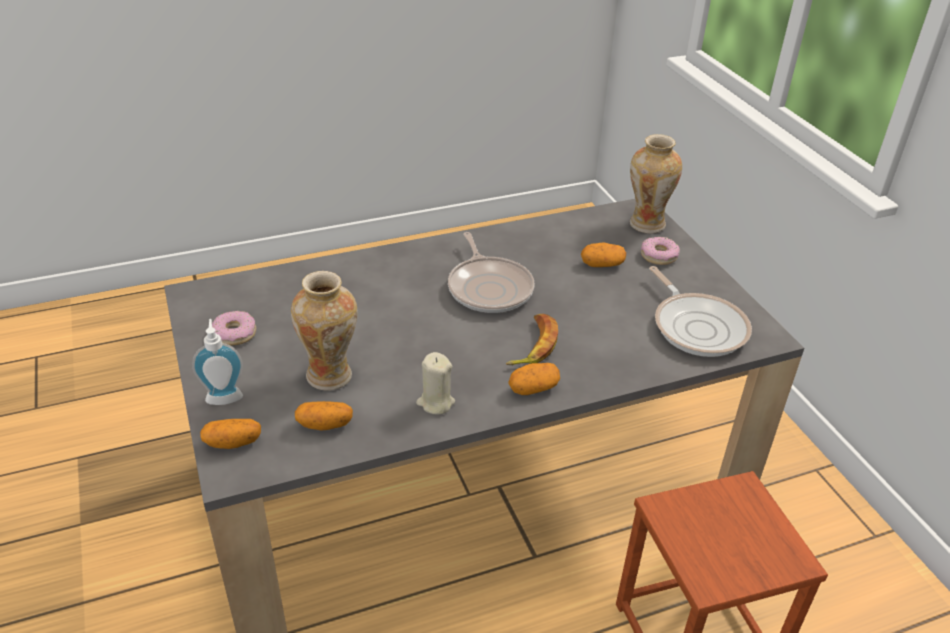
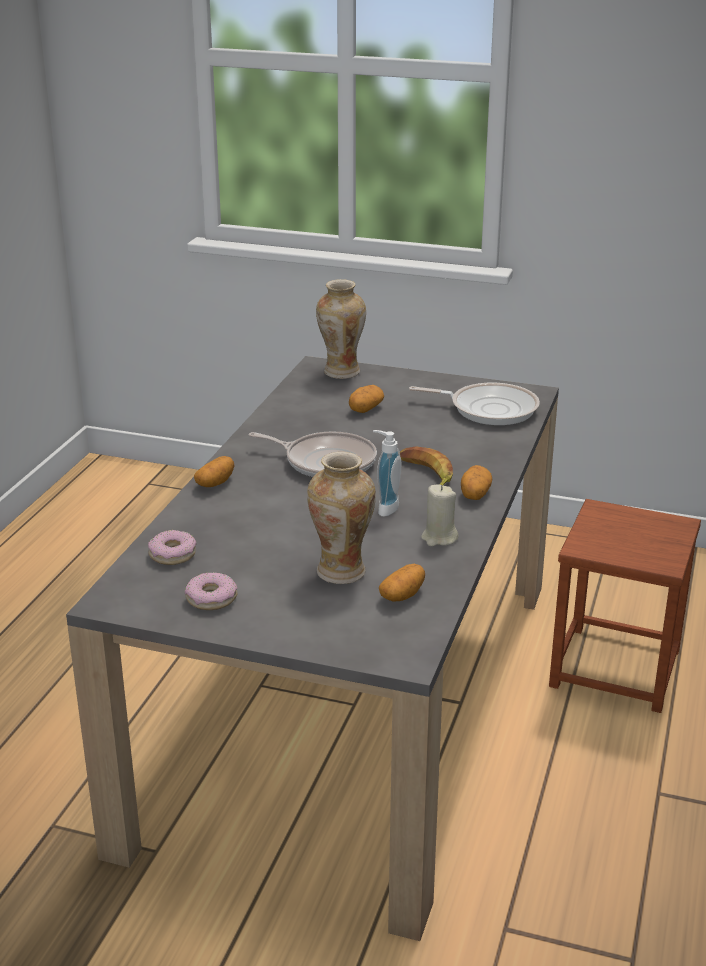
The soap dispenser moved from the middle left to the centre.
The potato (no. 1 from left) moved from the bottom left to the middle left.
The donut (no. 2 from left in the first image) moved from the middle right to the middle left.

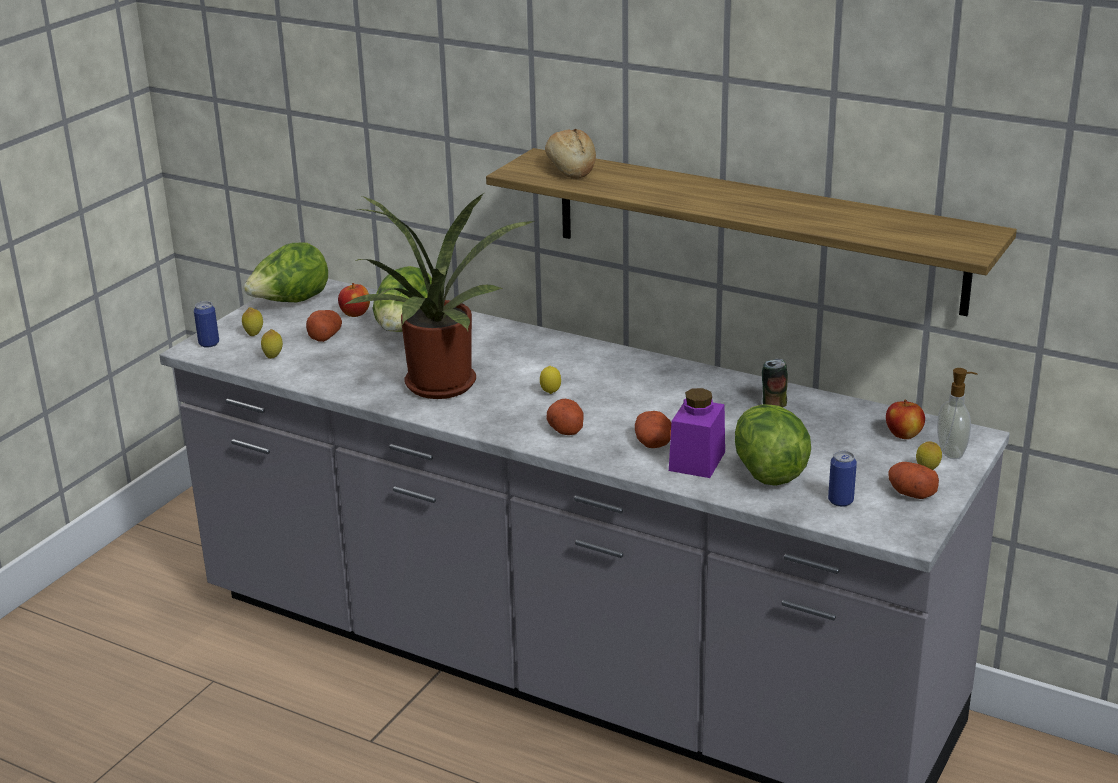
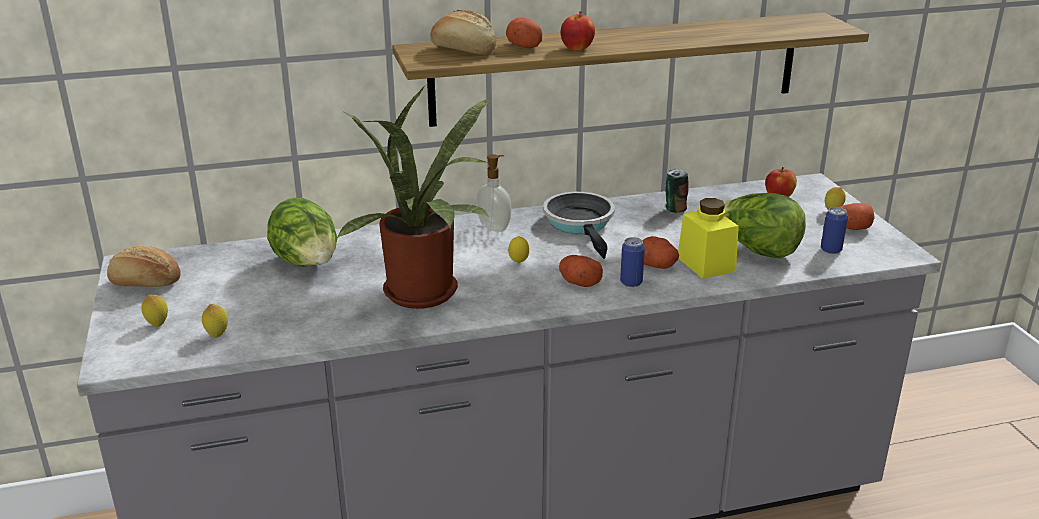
The frying pan at the centre appeared.
The sealed can (no. 1 from left) moved from the middle left to the centre.
The potato (no. 1 from left) moved from the middle left to the top centre.
The apple (no. 1 from left) moved from the middle left to the top centre.
The soap dispenser moved from the middle right to the centre.
The lettuce (no. 1 from left) at the middle left was replaced by the bakery bread (no. 1 from left) at the middle left.
The purplish jar at the centre became the yellow-coloured jar at the middle right.

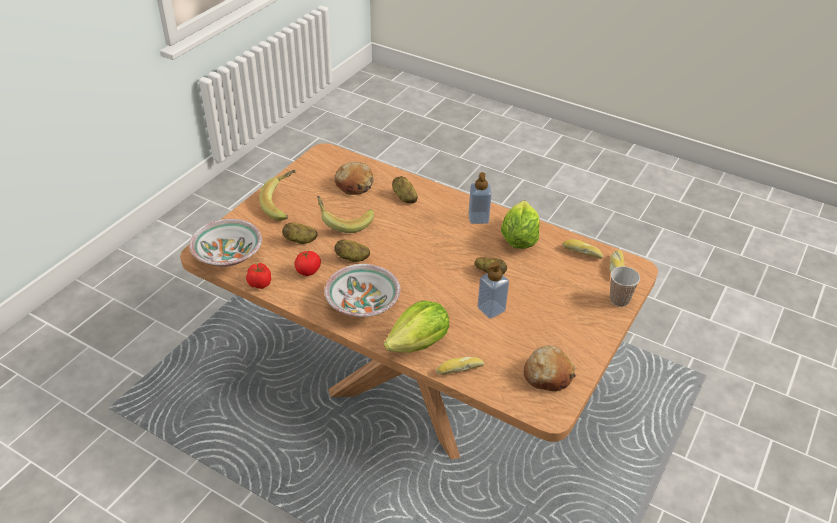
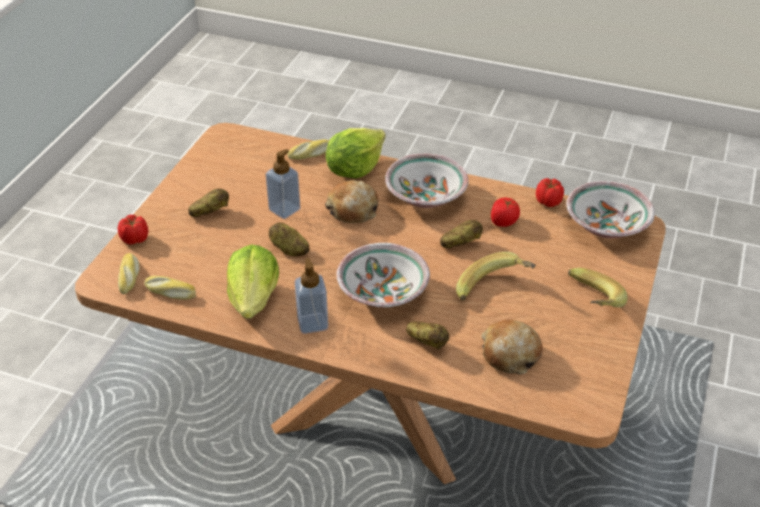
The deep dish (no. 1 from left) at the centre appeared.
The potato (no. 1 from left) moved from the centre to the middle left.
The bakery bread (no. 3 from left in the first image) moved from the bottom centre to the centre.
The small cup at the middle right was replaced by the fresh tomato (no. 1 from left) at the middle left.

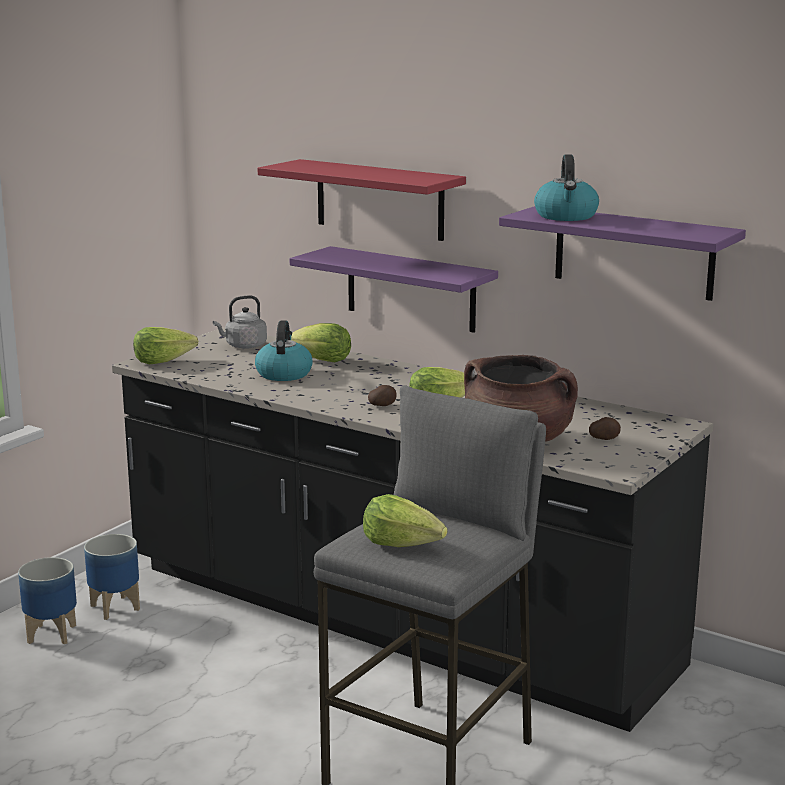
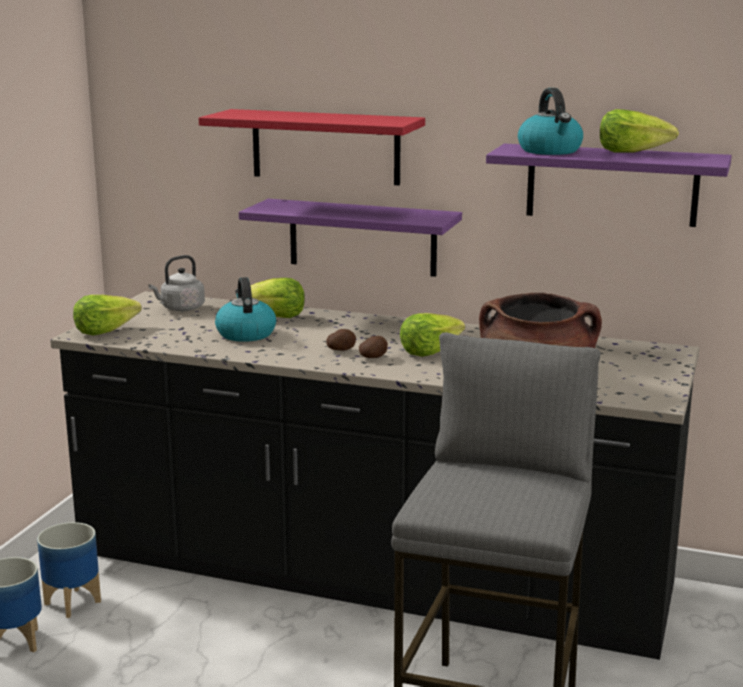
The lettuce (no. 3 from left in the first image) moved from the centre to the top right.
The potato (no. 2 from left in the first image) moved from the middle right to the centre.

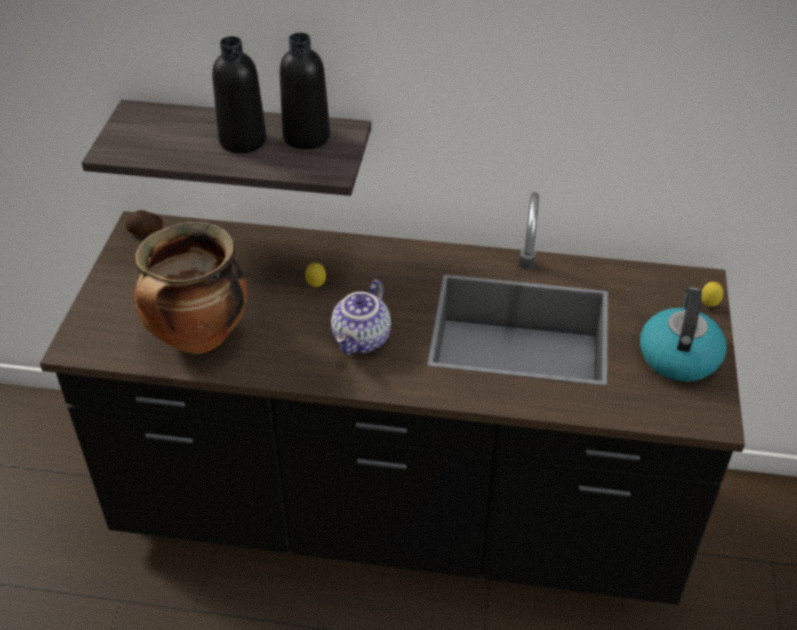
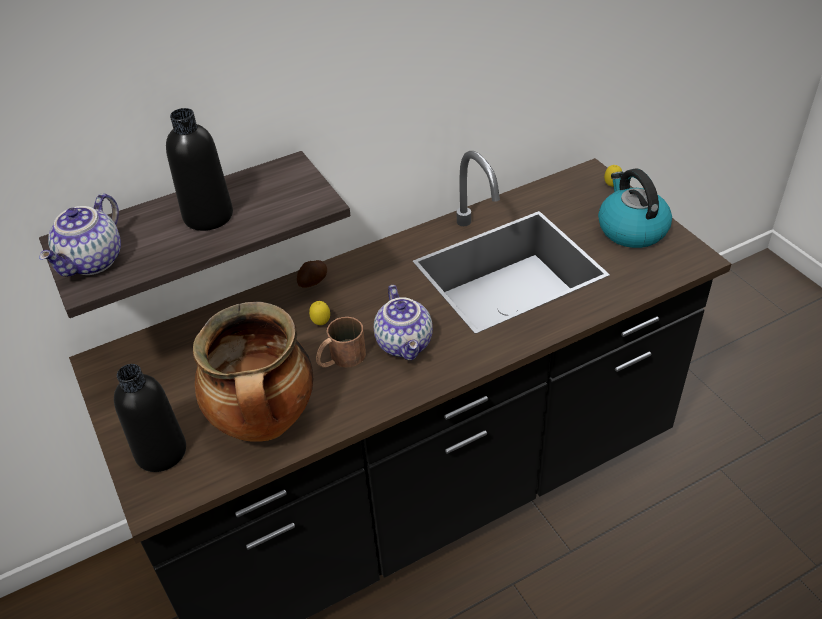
The teapot (no. 1 from left) at the middle left appeared.
The brownish tea mug at the centre appeared.
The potato moved from the middle left to the centre.
The blackish bottle (no. 2 from left in the first image) moved from the top centre to the bottom left.

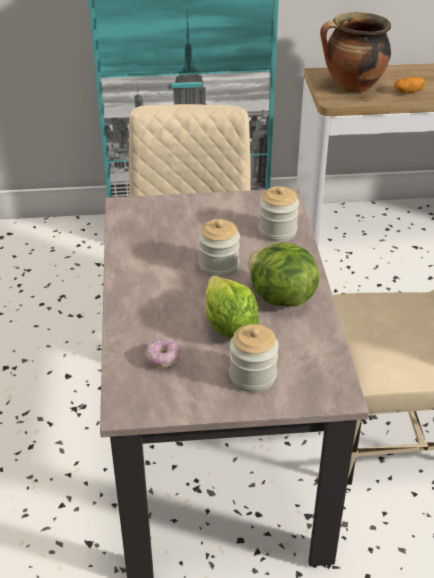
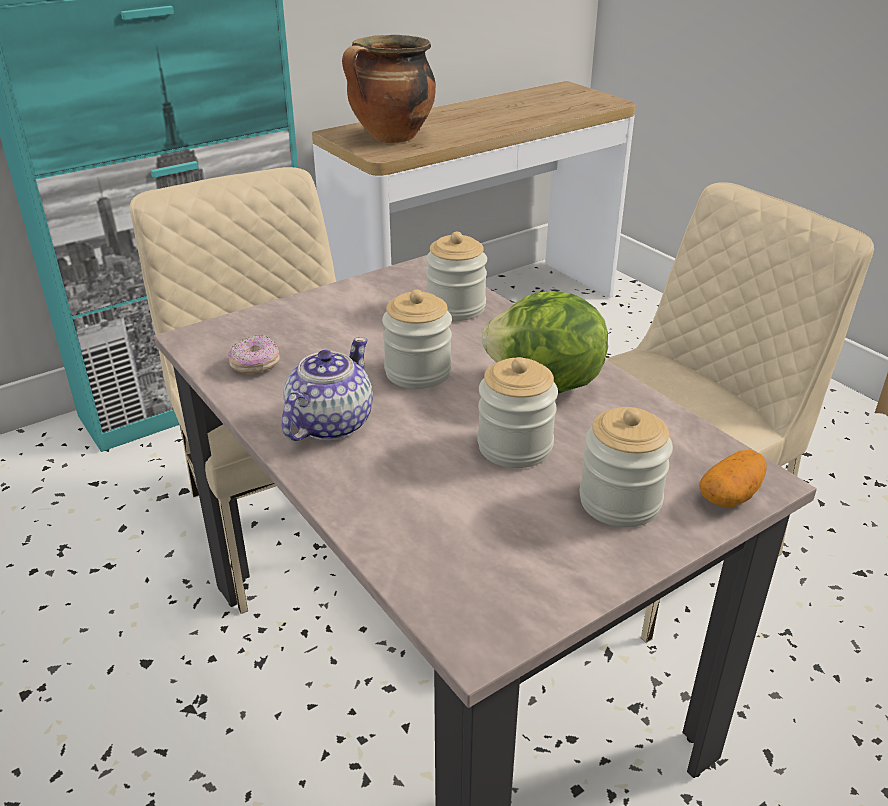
The teapot at the centre appeared.
The donut moved from the centre to the middle left.
The potato moved from the top right to the middle right.
The lettuce (no. 1 from left) at the centre was replaced by the jar (no. 3 from left) at the centre.

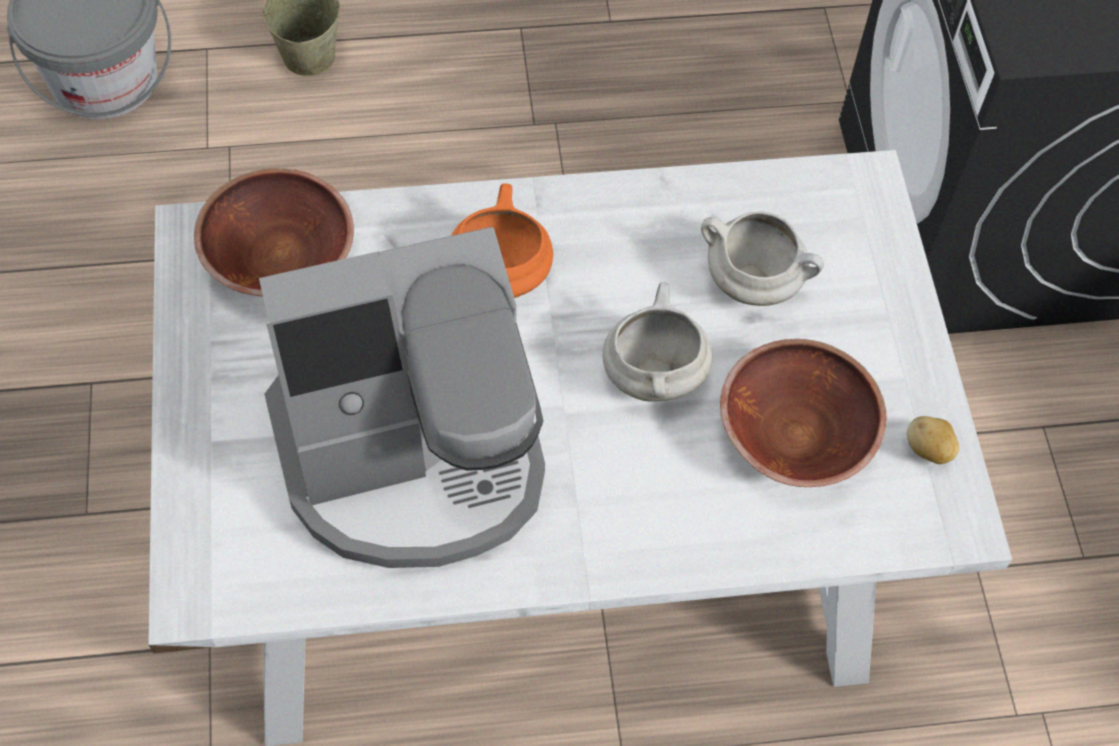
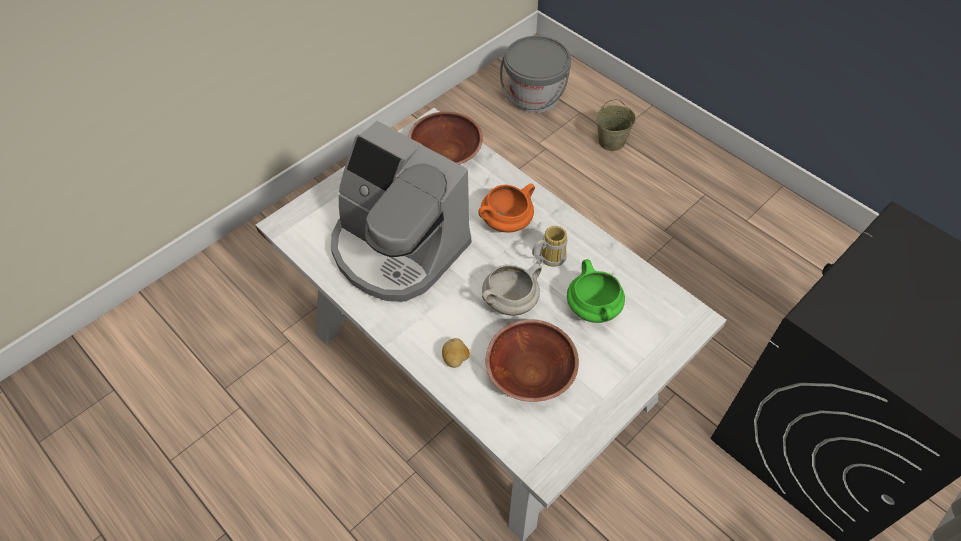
The tea mug at the centre appeared.
The potato moved from the middle right to the centre.
The white-coloured saucepot (no. 2 from left) at the middle right became the green saucepot at the centre.

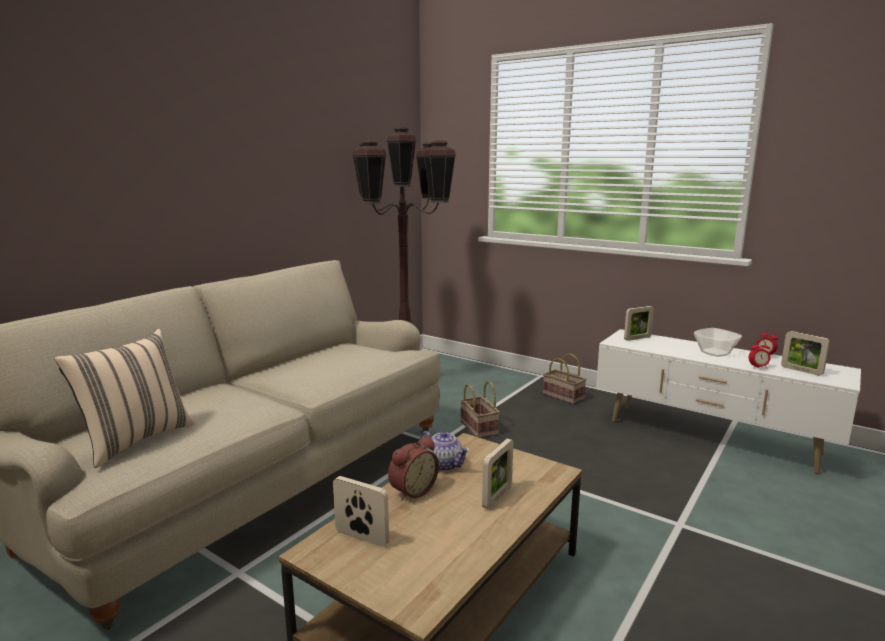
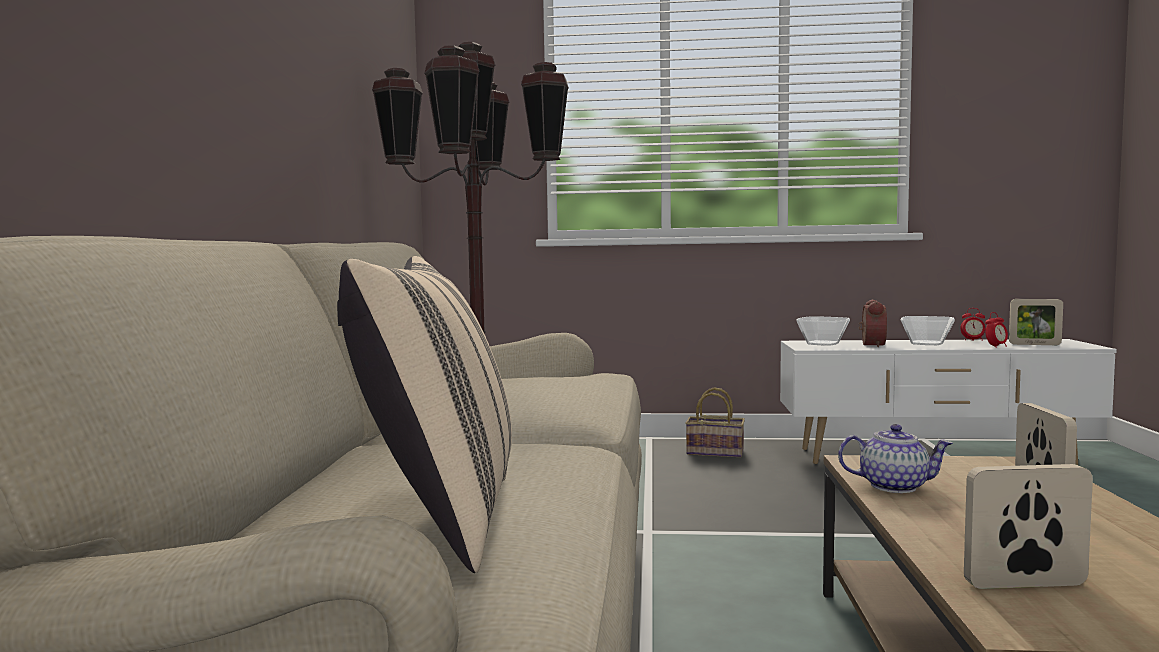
The household basket (no. 1 from left) at the centre disappeared.
The alarm clock (no. 1 from left) moved from the bottom centre to the middle right.
The standing frame (no. 3 from left) at the middle right was replaced by the deep dish (no. 1 from left) at the middle right.

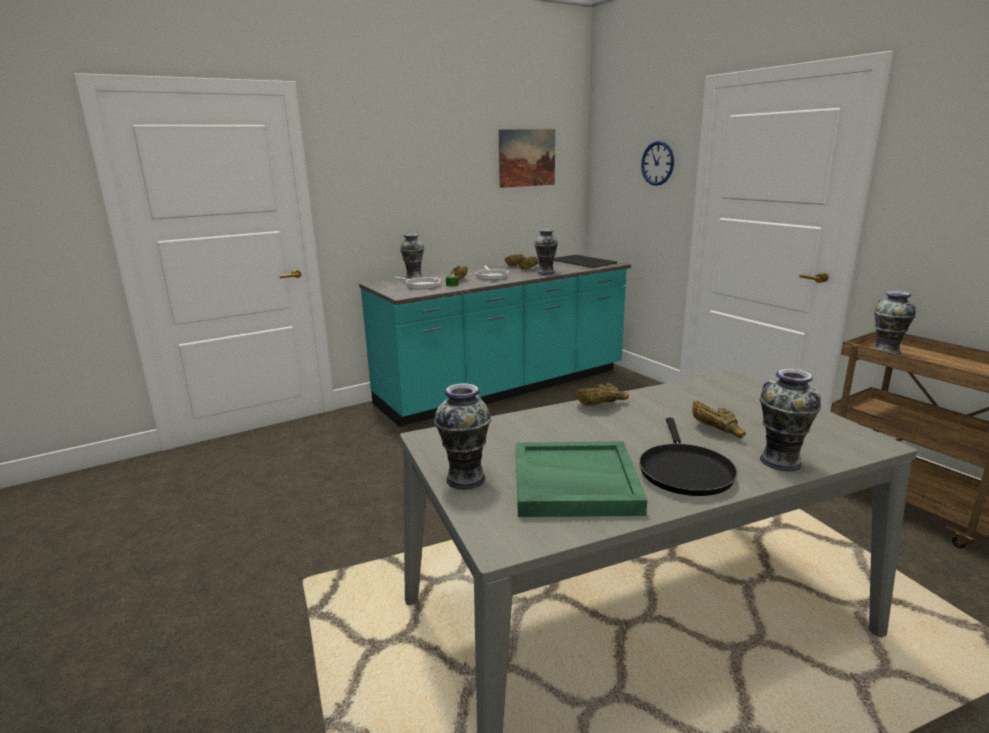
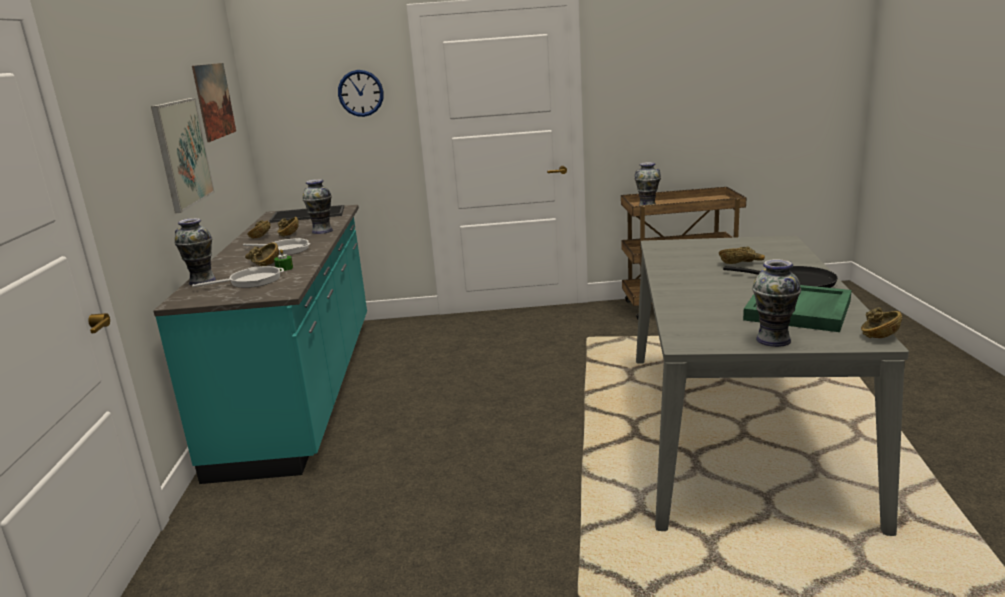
The decorative vase (no. 4 from left) at the middle right disappeared.
The wall picture (no. 1 from left) at the top left appeared.
The brownish deep dish (no. 4 from left in the first image) moved from the centre to the middle right.

